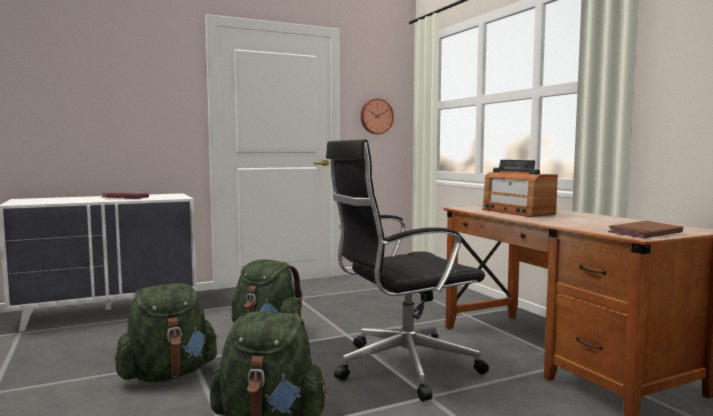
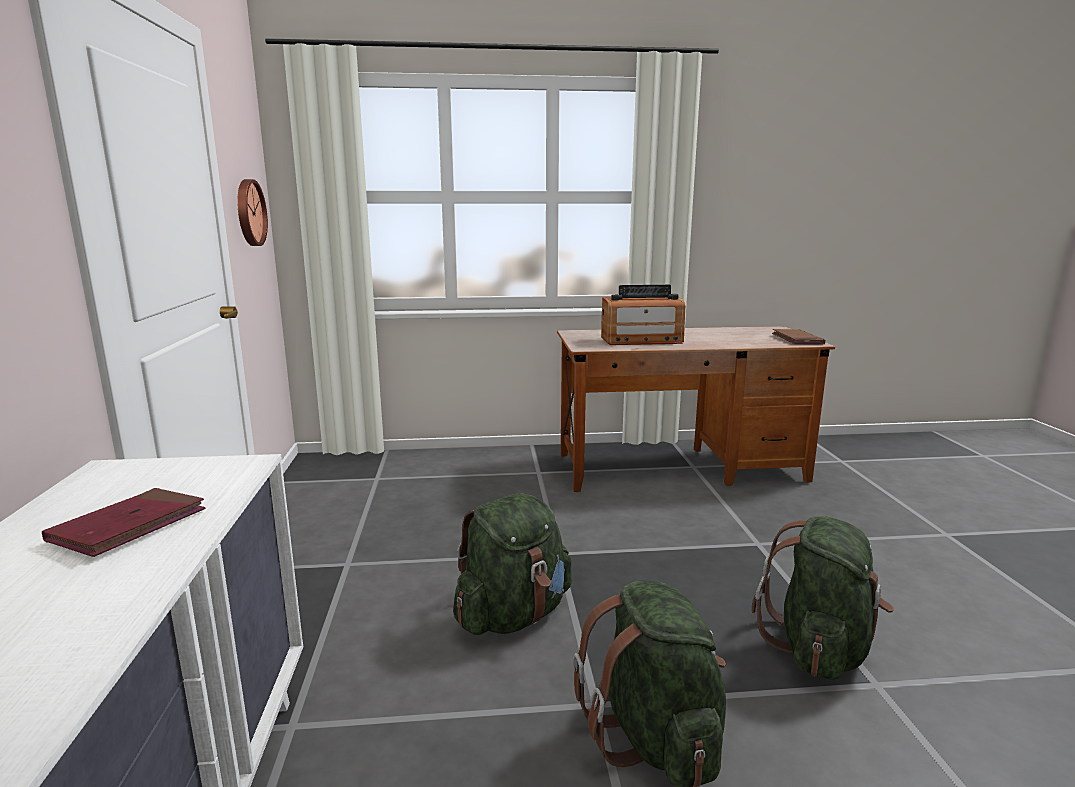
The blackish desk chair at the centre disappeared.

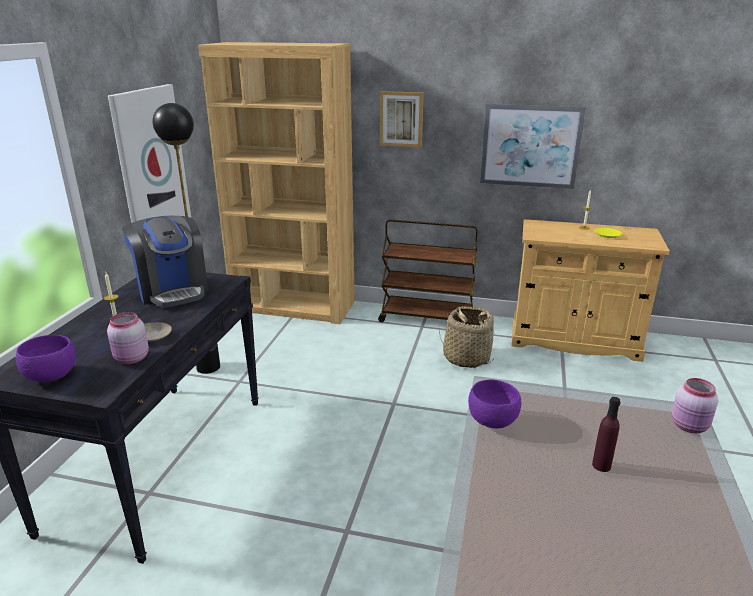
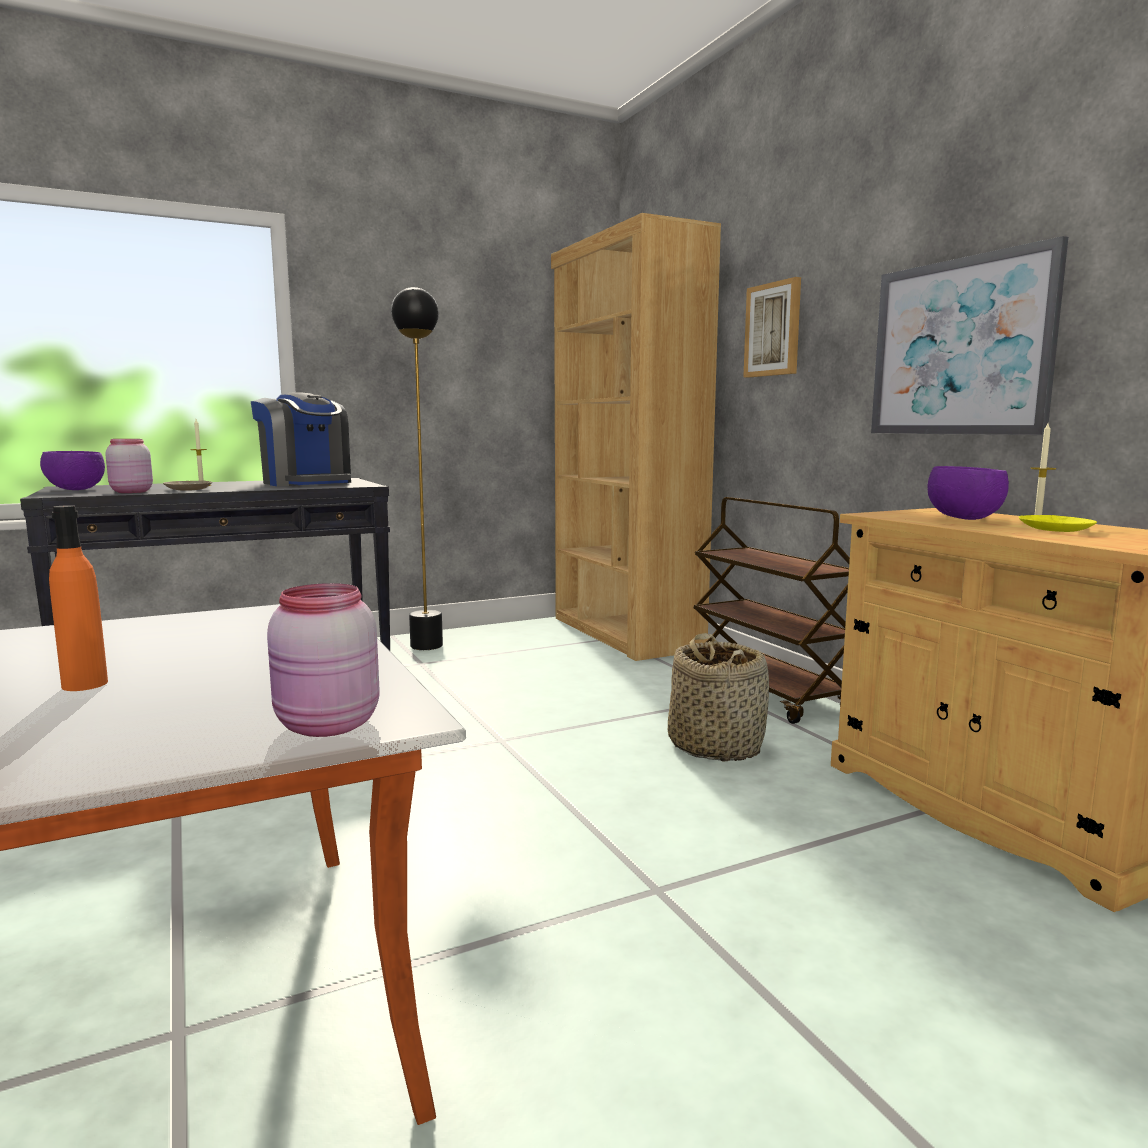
The wall picture (no. 1 from left) at the top left disappeared.
The purplish deep dish (no. 2 from left) moved from the bottom centre to the middle right.
The purplish bottle at the bottom right became the orangey bottle at the middle left.
The coffee machine at the middle left turned 60 degrees counterclockwise.

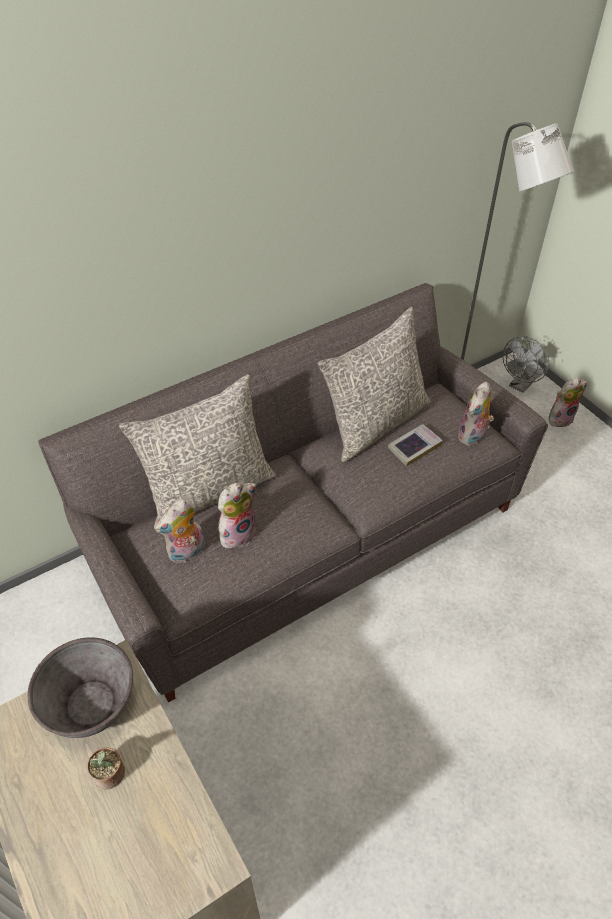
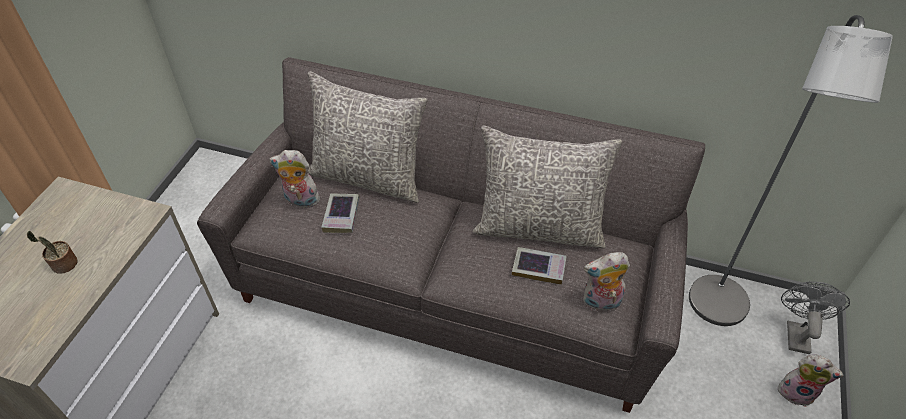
The greyish deep dish at the bottom left disappeared.
The soft toy (no. 2 from left) at the centre was replaced by the book (no. 1 from left) at the centre.
The greyish fan at the middle right turned 105 degrees clockwise.

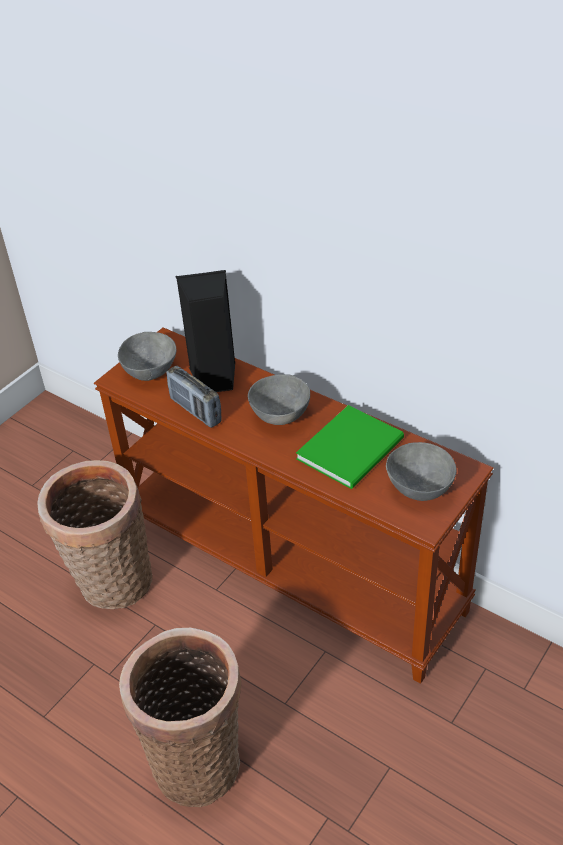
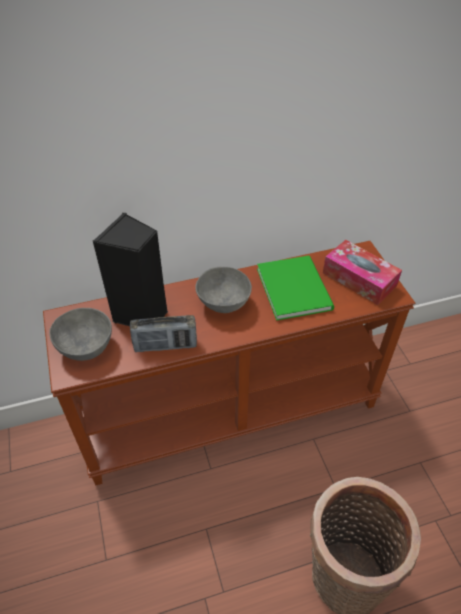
The household basket (no. 1 from left) at the middle left disappeared.
The greyish deep dish (no. 3 from left) at the middle right was replaced by the tissue box at the middle right.

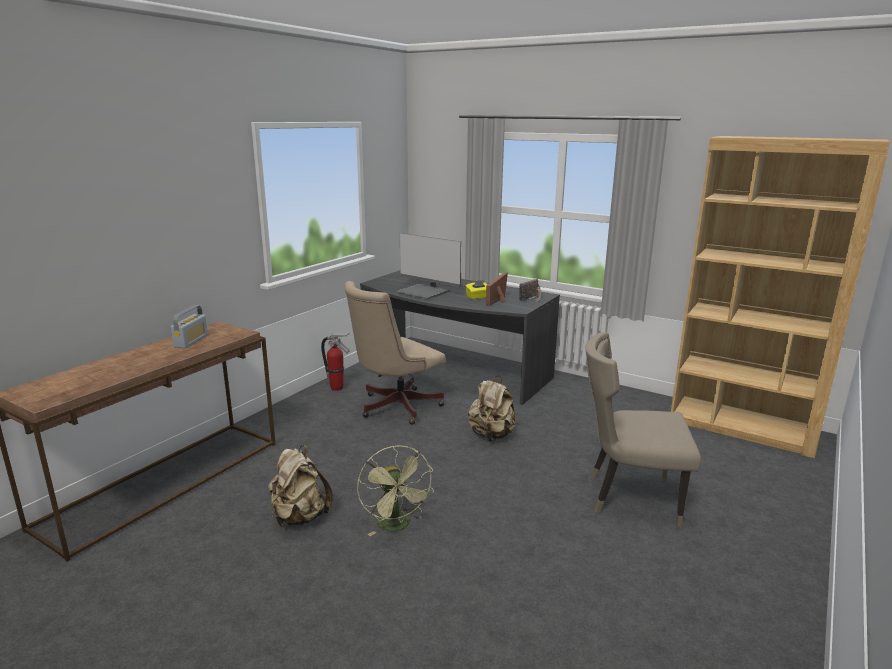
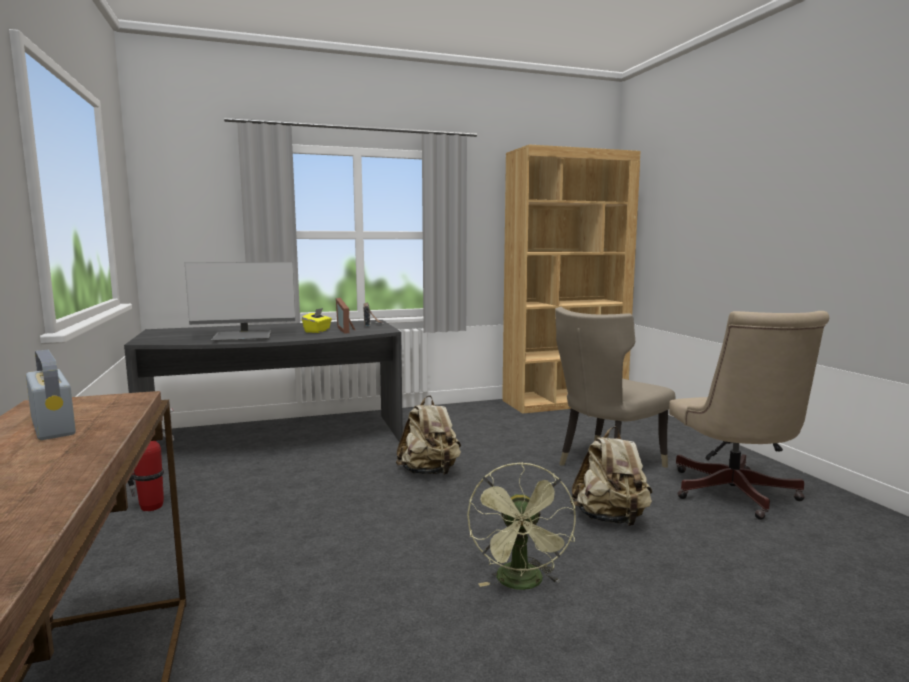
The beige rucksack (no. 1 from left in the first image) moved from the bottom centre to the bottom right.
The beige desk chair moved from the centre to the middle right.
The green fan at the bottom centre turned 75 degrees clockwise.

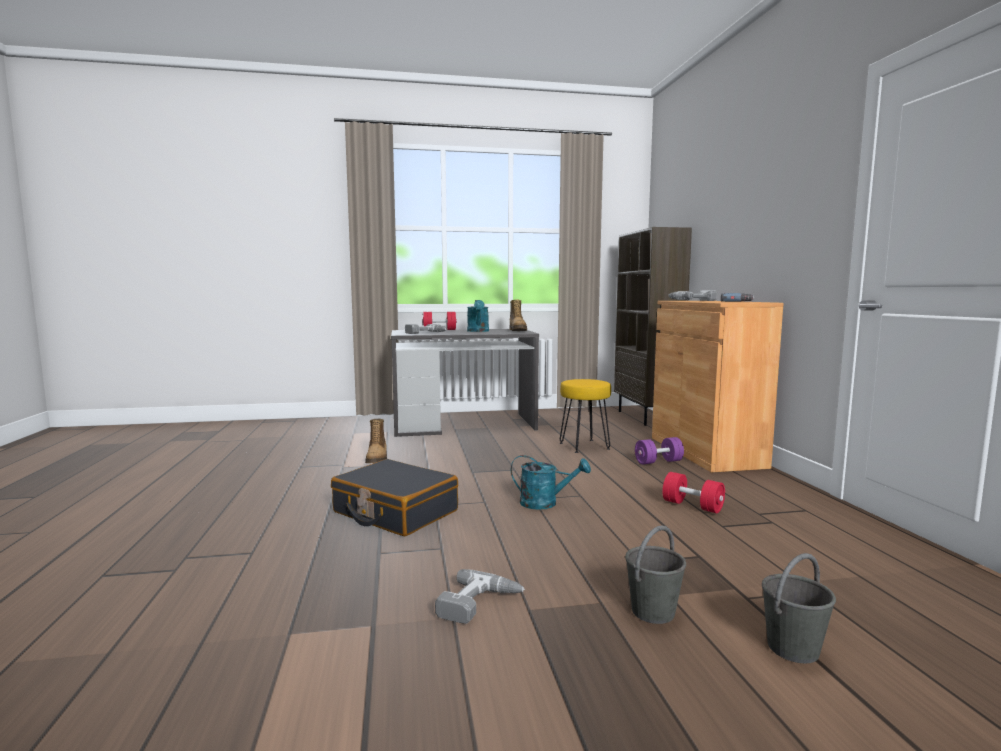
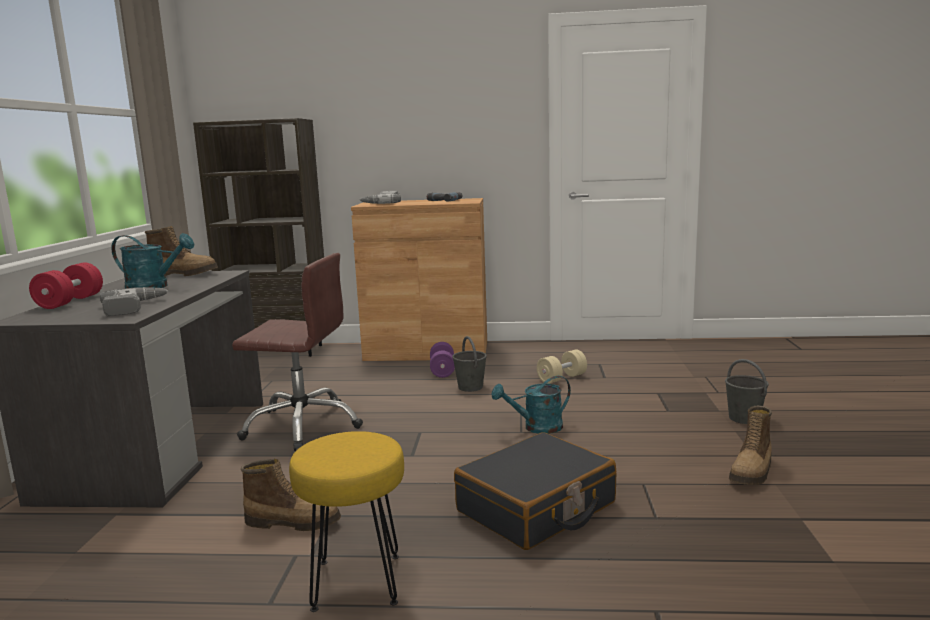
The brownish desk chair at the middle left appeared.
The yellow-coloured sitting stool moved from the centre to the bottom centre.
The greyish bucket (no. 2 from left in the first image) moved from the bottom right to the centre.
The power drill (no. 2 from left) at the bottom centre was replaced by the tall boot (no. 3 from left) at the bottom right.
The red-coloured free weight (no. 2 from left) at the middle right became the beige free weight at the centre.
The blue-green watering pot (no. 2 from left) at the centre turned 135 degrees counterclockwise.

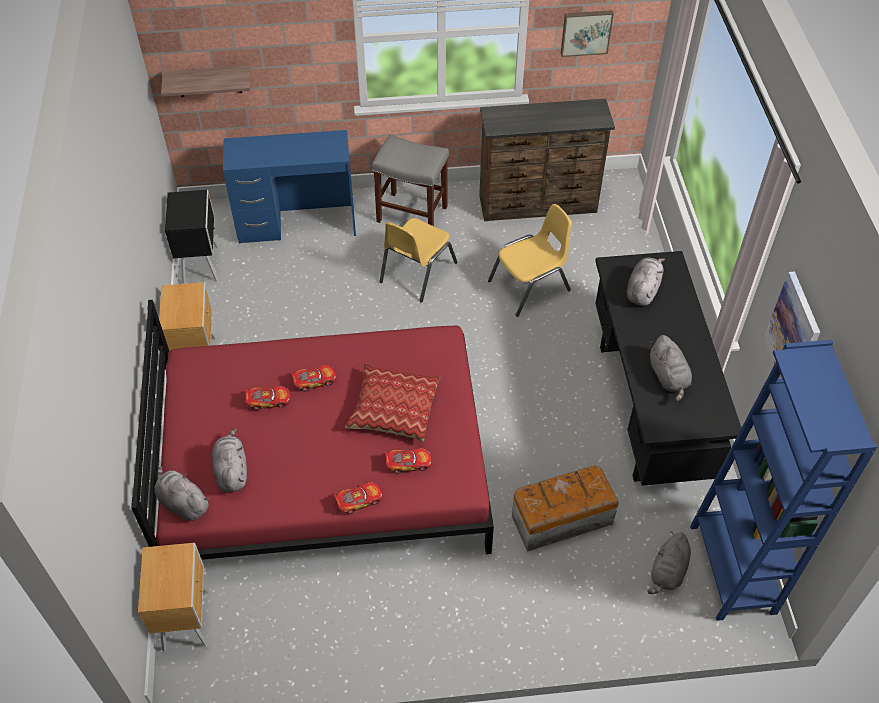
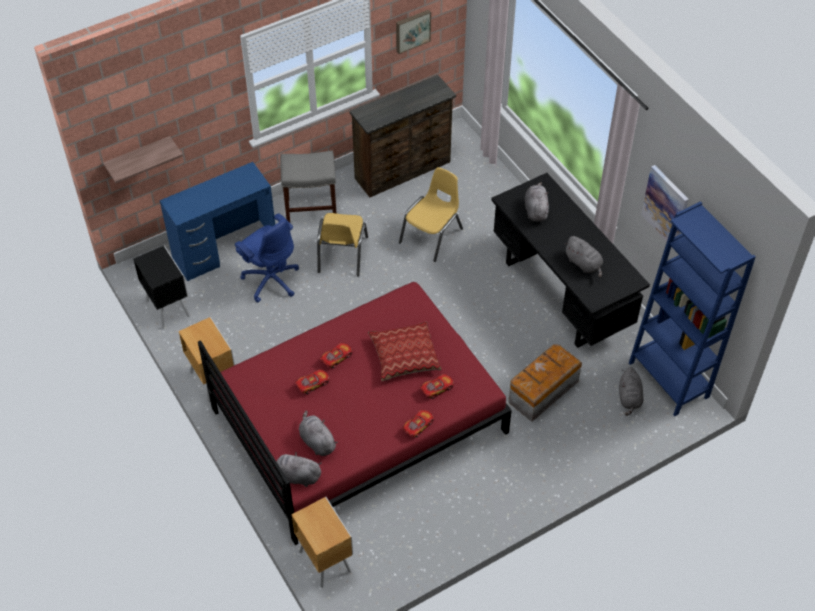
The bluish desk chair at the middle left appeared.

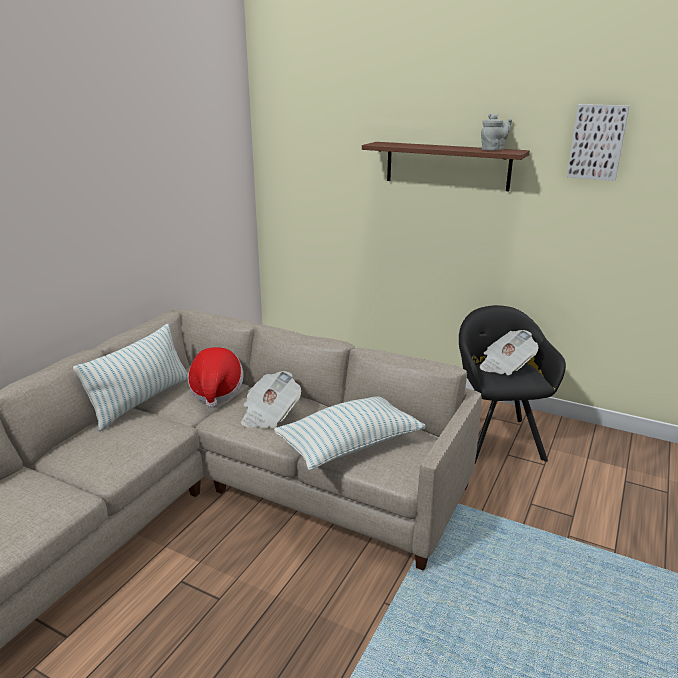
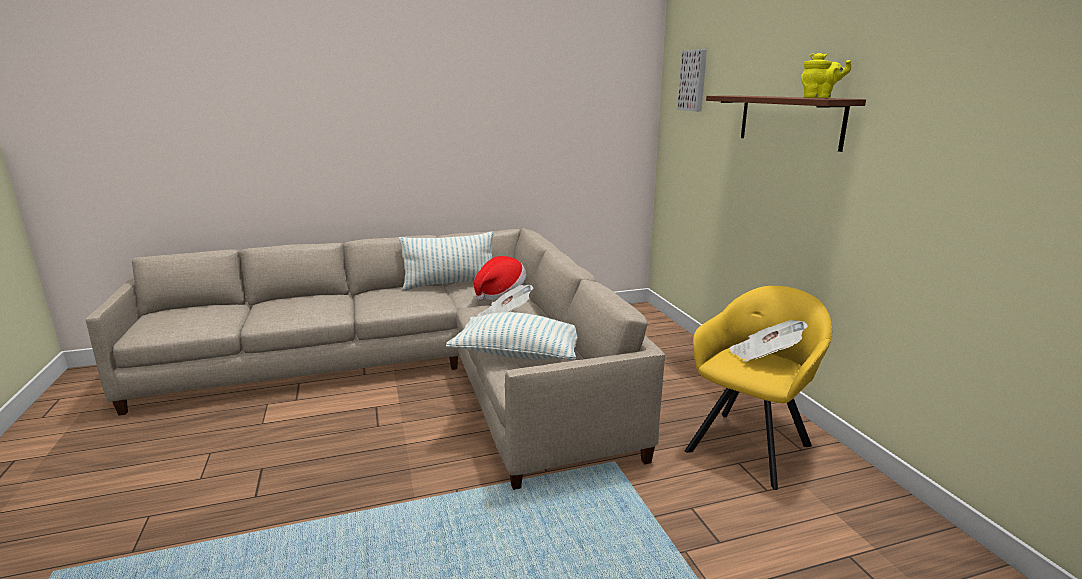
The wall picture moved from the top right to the top centre.
The blackish armchair at the middle right became the yellow-coloured armchair at the bottom right.
The greyish teapot at the top right became the yellow-coloured teapot at the top right.

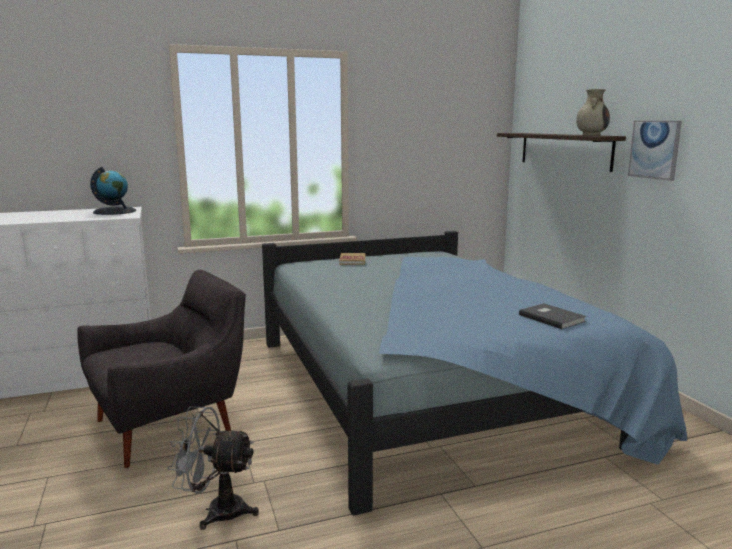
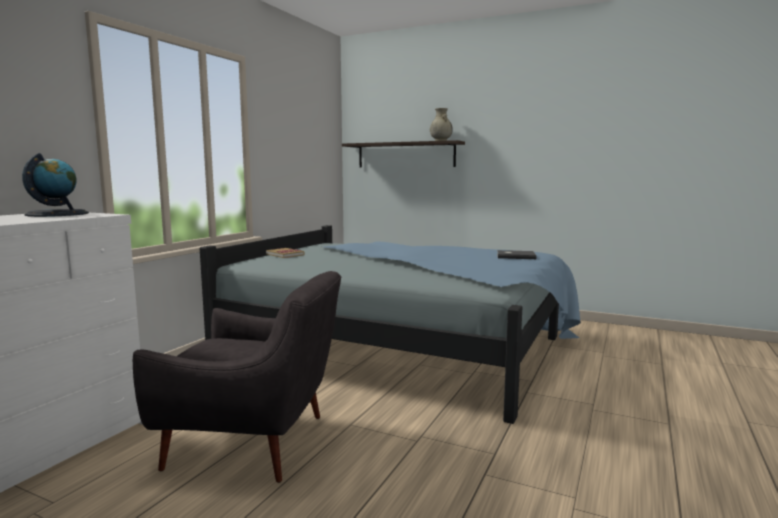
The greyish fan at the bottom left disappeared.
The wall picture at the top right disappeared.
The greyish armchair at the bottom left turned 90 degrees clockwise.

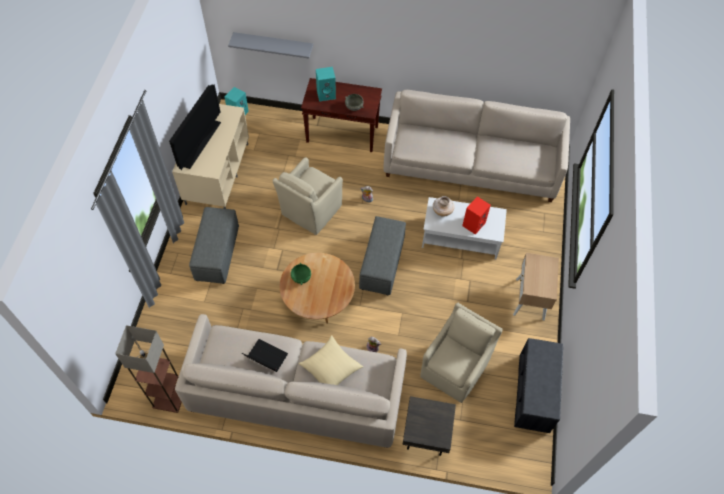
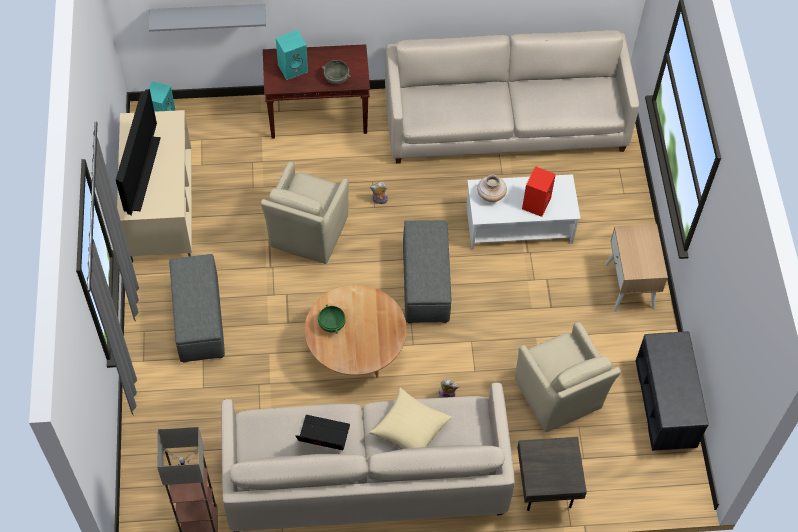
The beige armchair (no. 2 from left) at the bottom centre turned 135 degrees clockwise.

